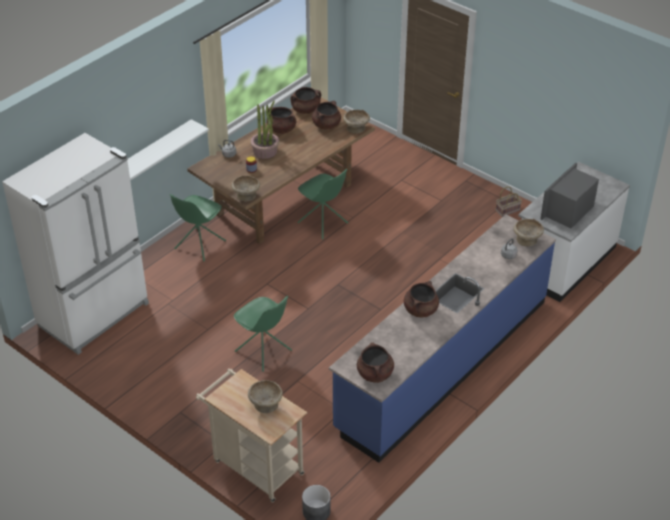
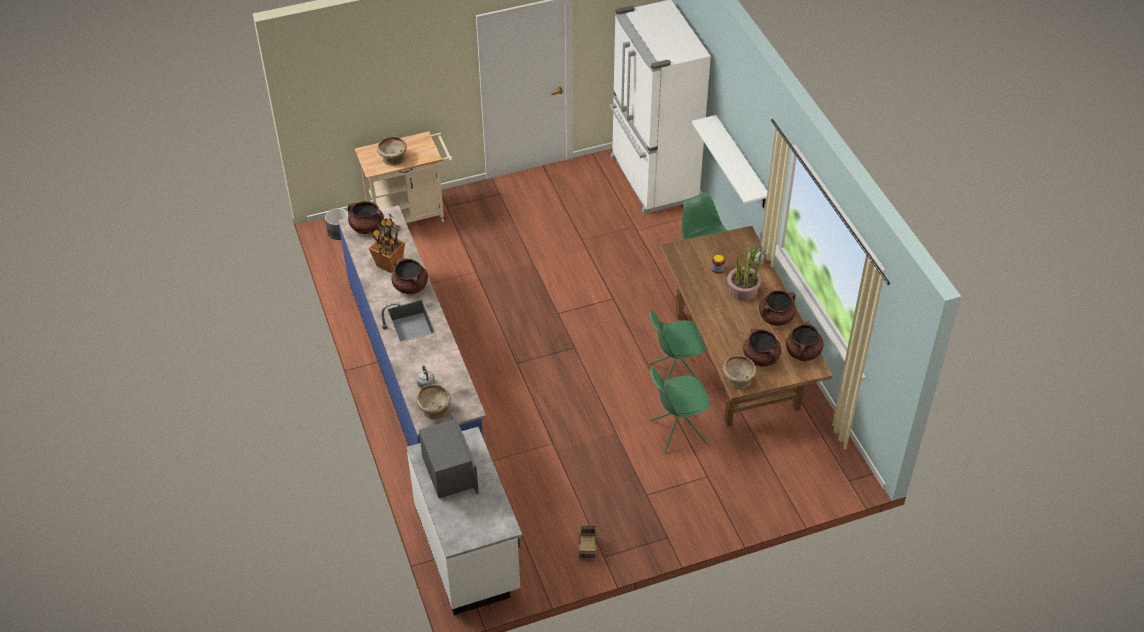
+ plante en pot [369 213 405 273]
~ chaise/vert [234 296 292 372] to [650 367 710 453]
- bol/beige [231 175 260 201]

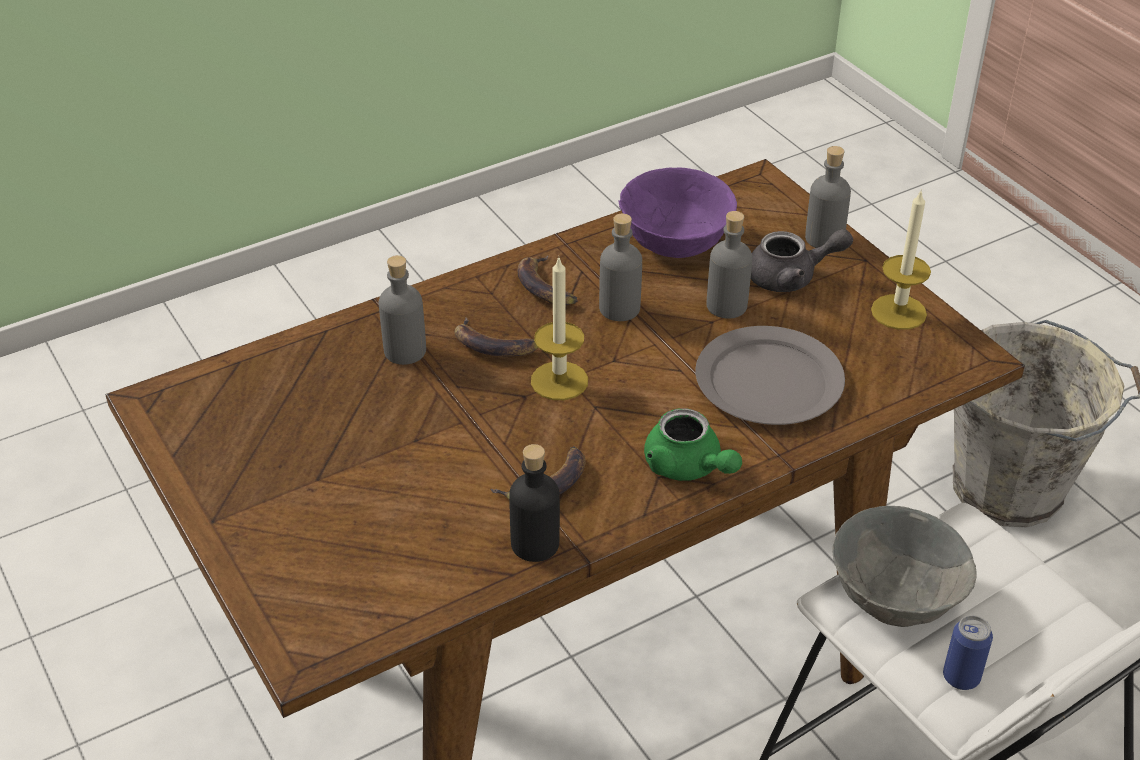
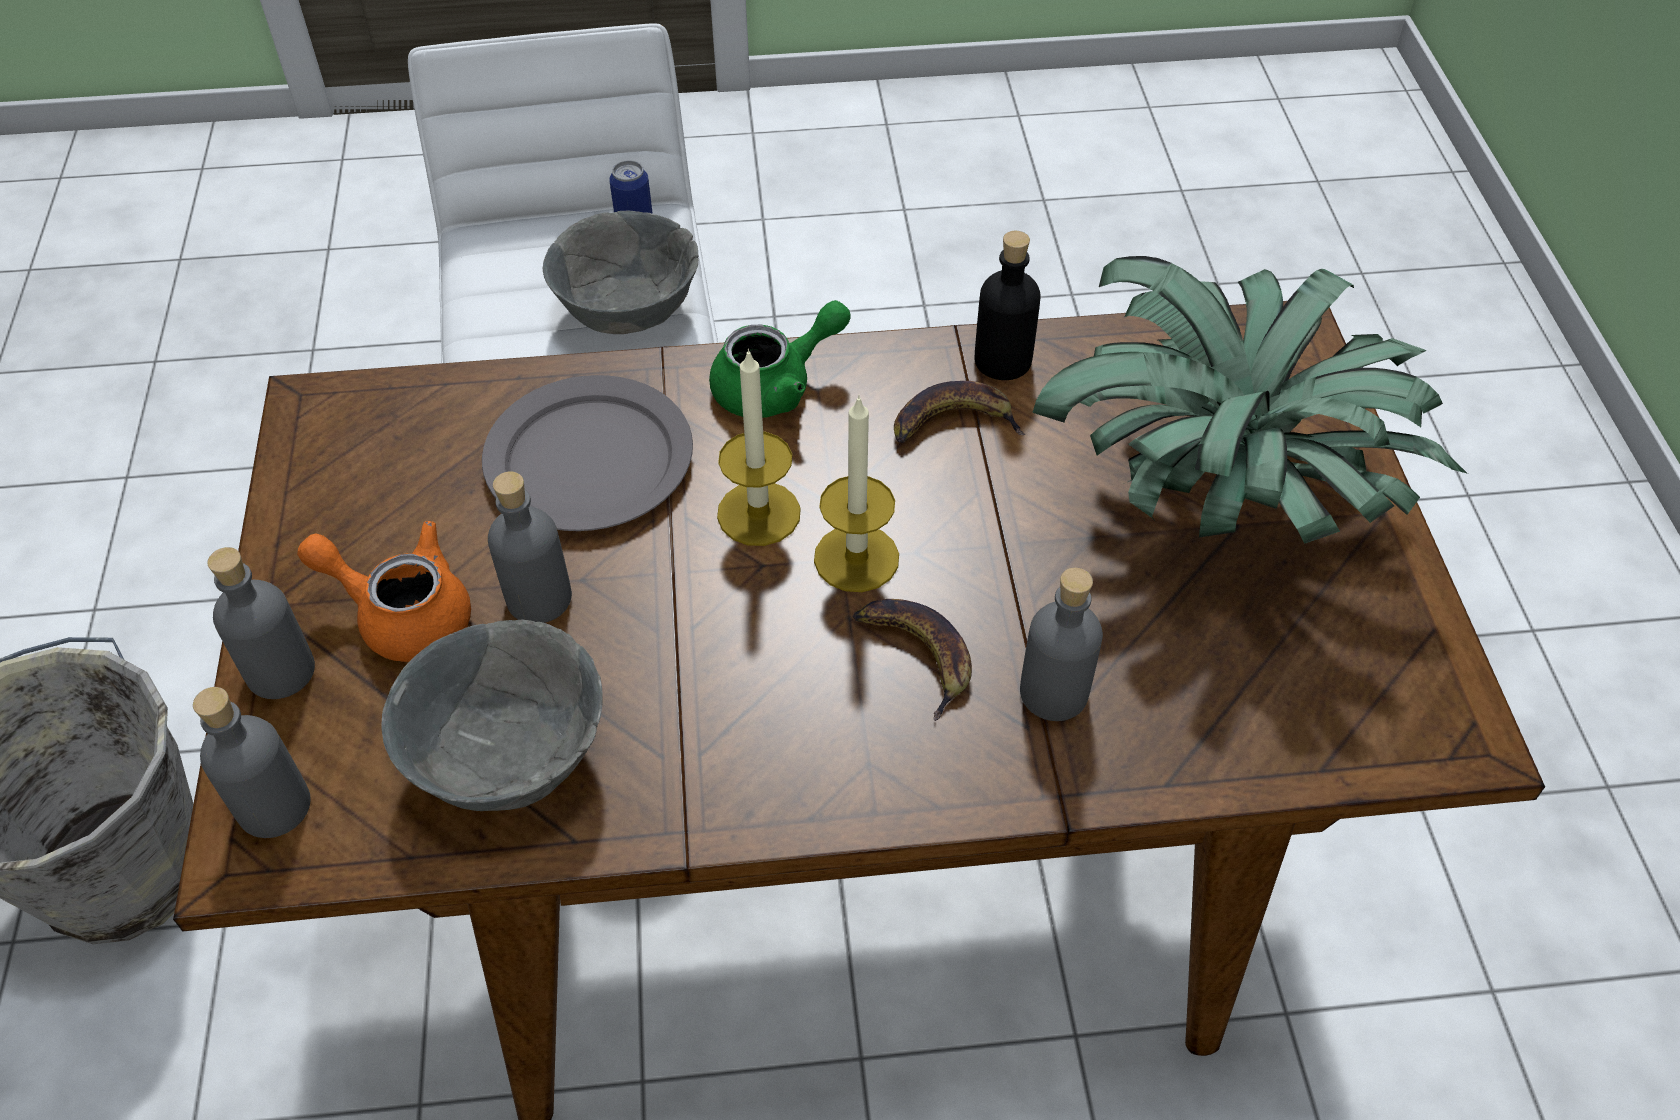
~ bouteille/gris [599 214 642 321] to [193 687 311 838]
~ théière/gris [751 229 853 292] to théière/orange [297 521 471 662]
~ bol/violet [619 168 737 258] to bol/gris [381 619 603 811]
~ théière/vert [644 408 742 481] = [709 300 851 418] 75 degrees clockwise
~ bougie [871 189 931 330] to [717 348 801 546]
+ plante en pot [1032 256 1468 544]
- banane [518 255 578 305]

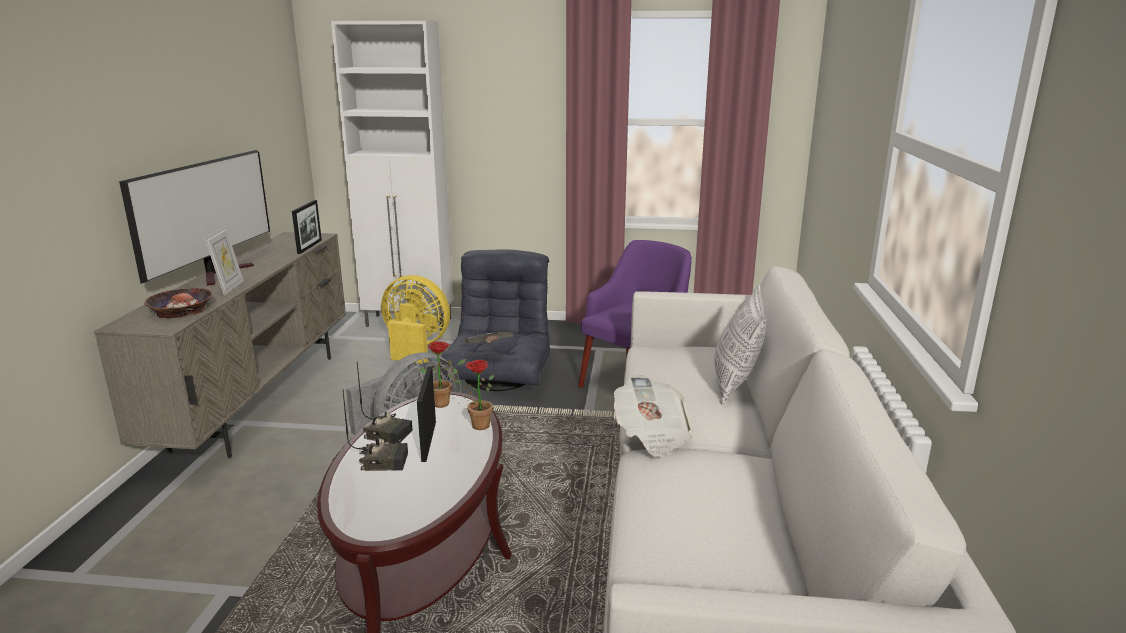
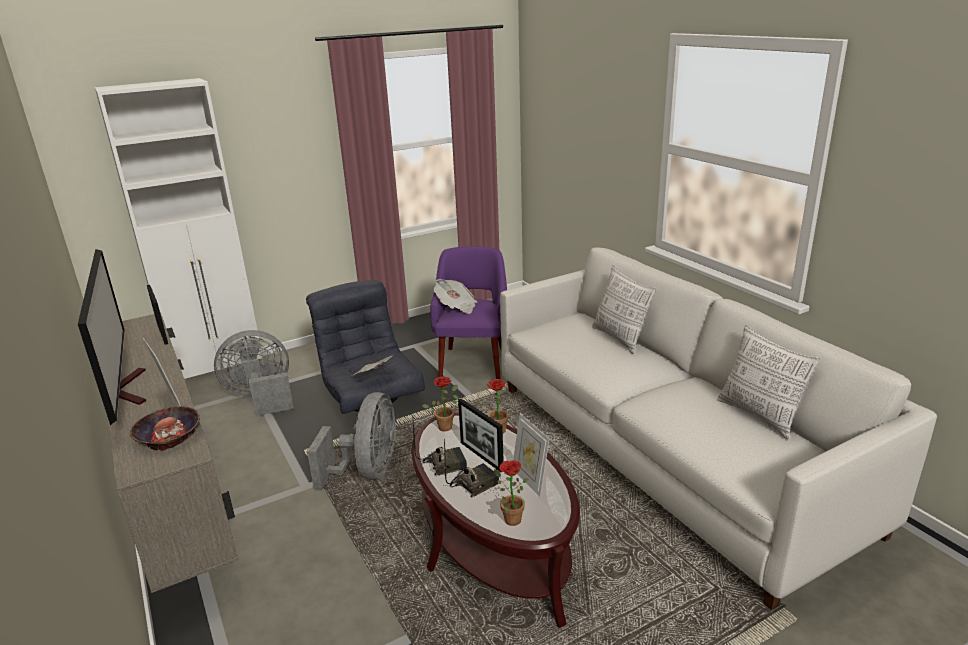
~ ventilateur/jaune [381 275 450 364] to ventilateur/gris [214 330 294 416]
~ journal [614 375 693 457] to [433 279 478 314]
+ plante en pot [494 460 528 526]
+ cadre photo [513 414 549 497]
+ coussin [717 325 820 439]

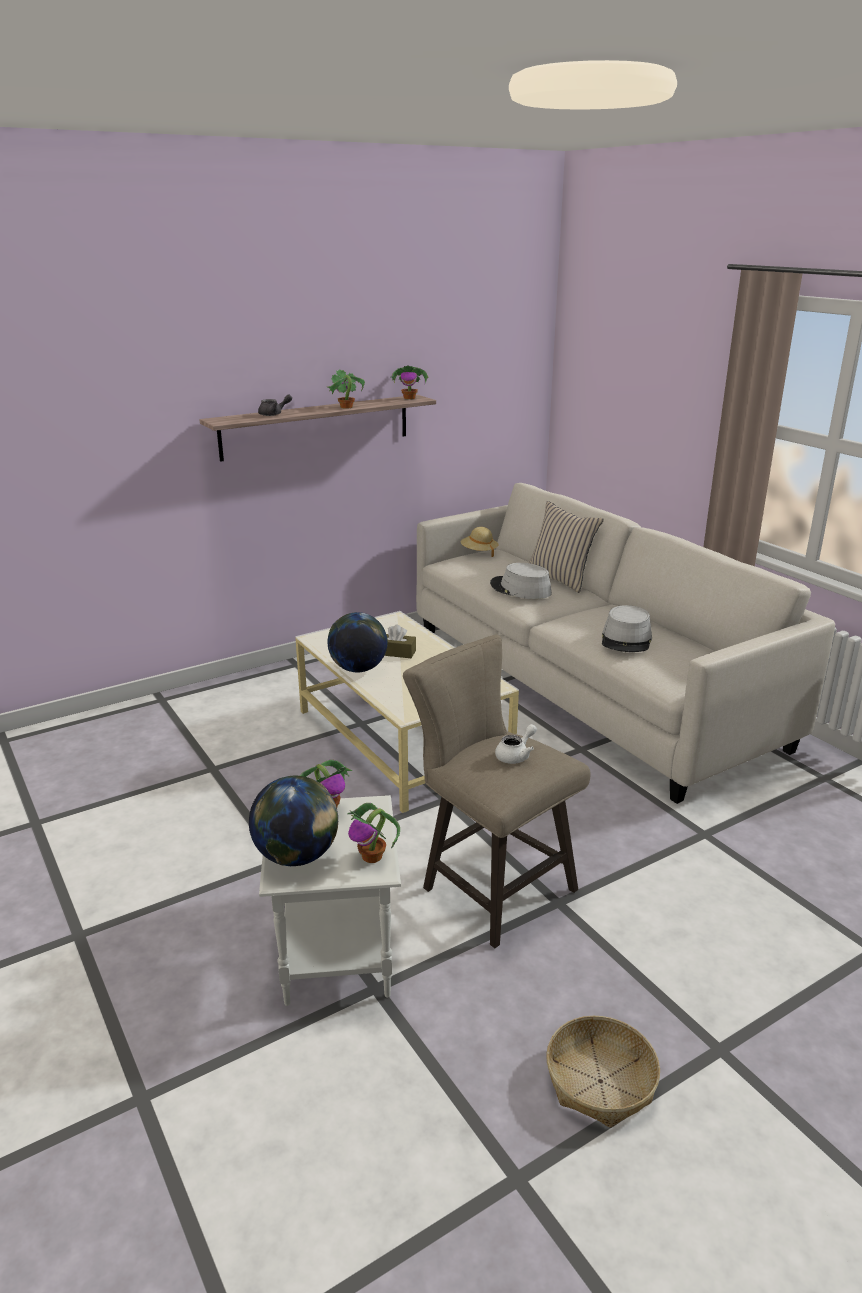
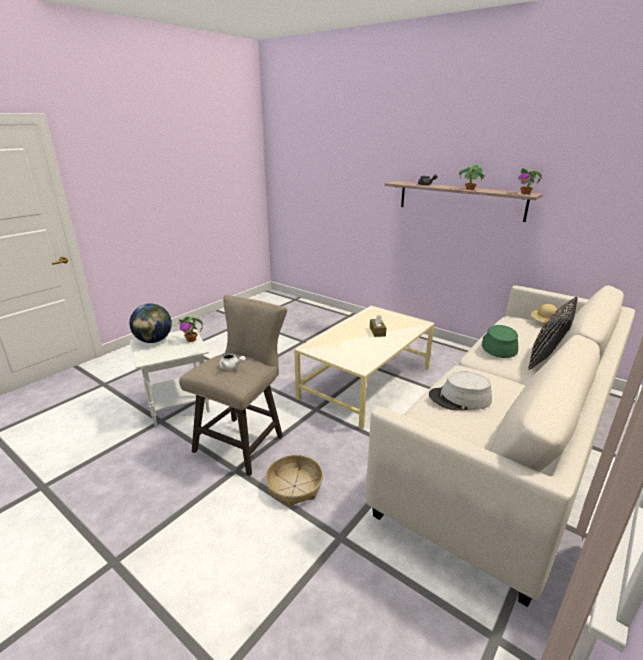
~ panier [546 1016 660 1128] to [265 455 323 507]
~ chapeau/gris [490 563 552 599] to chapeau/vert [482 325 518 358]
~ coussin/beige [528 501 604 593] to coussin/noir [529 297 577 370]
- globe [328 612 388 672]
- plante en pot [347 803 400 863]

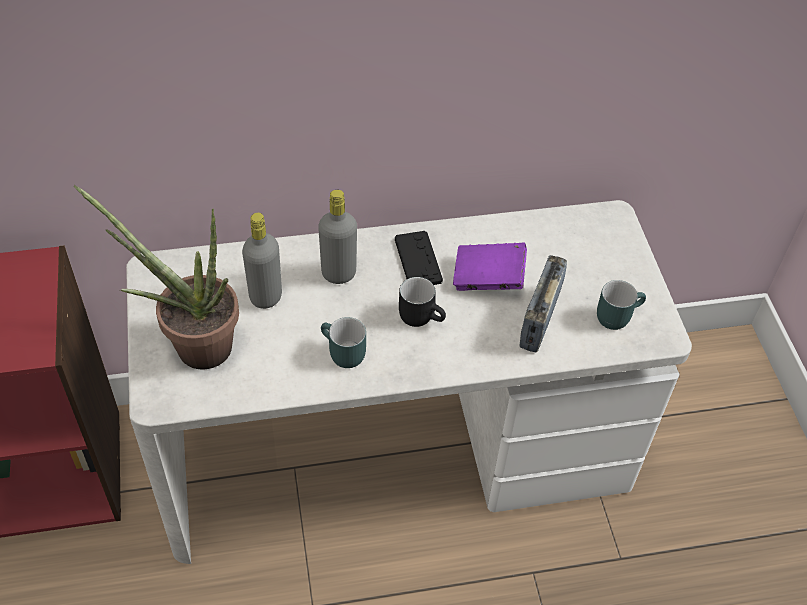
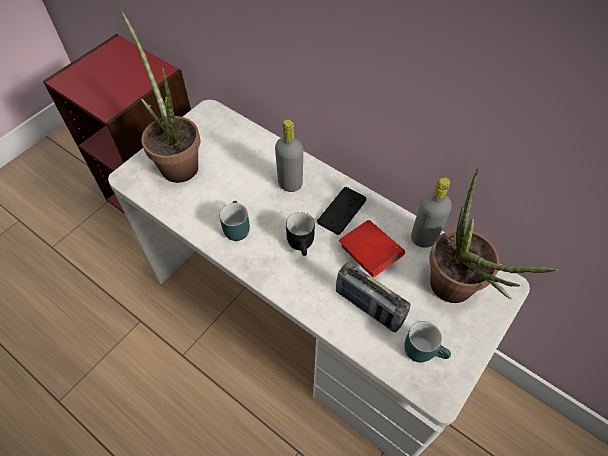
~ radio [520 255 567 352] = [336 262 411 332] 120 degrees counterclockwise
~ livre/violet [453 243 527 291] to livre/rouge [339 220 405 277]
~ bouteille/gris [242 213 282 309] to [411 177 452 248]
+ plante en pot [429 168 558 303]

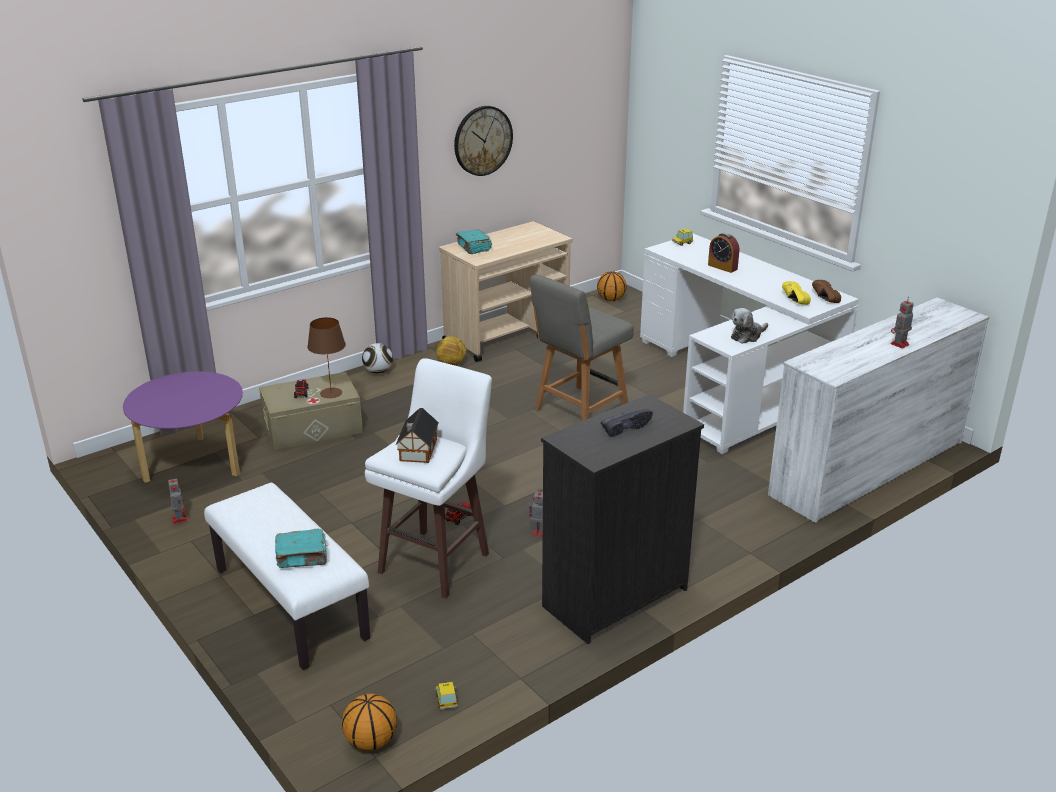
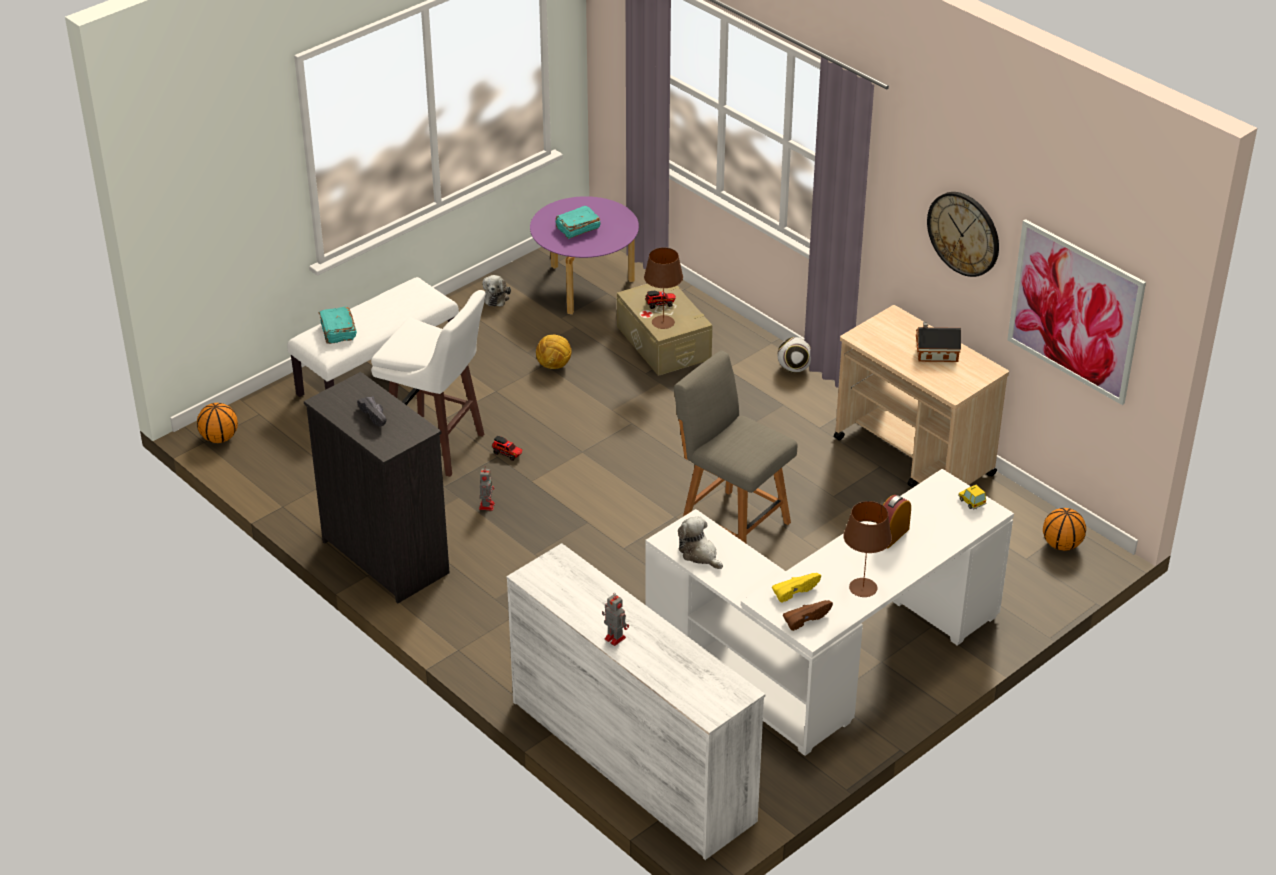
~ robot jouet [168 478 188 524] to peluche [482 275 511 306]
~ ballon de foot [436 336 467 366] to [536 335 572 369]
~ livre/turquoise [456 229 492 254] to [555 206 600 239]
+ lampe de table/marron [843 501 892 597]
~ maison miniature [396 408 439 463] to [916 322 961 362]
+ tableau [1007 219 1146 405]
- petite voiture [435 682 458 710]

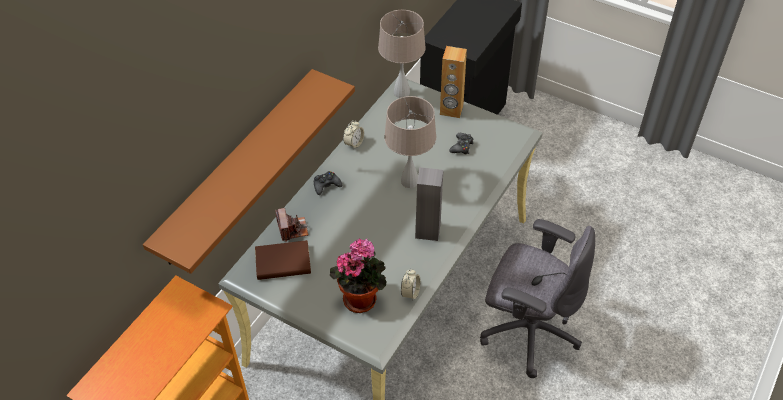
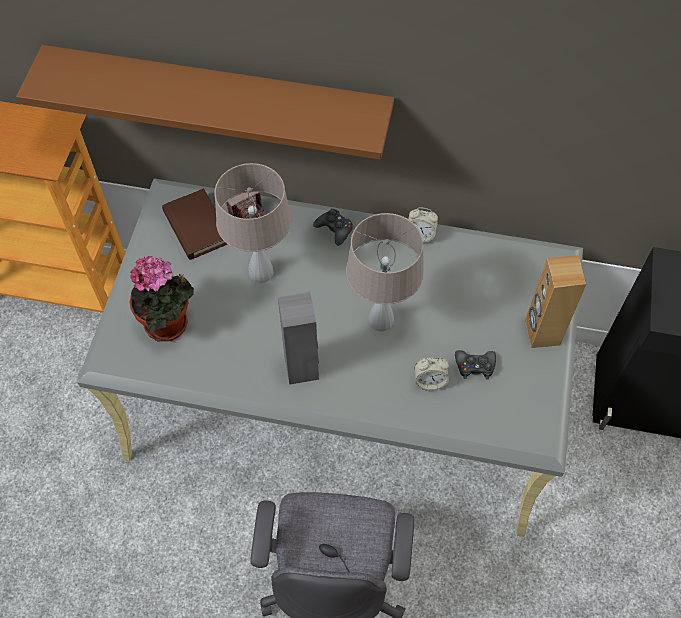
~ lampe de table/beige [378 10 426 98] to [215 163 291 283]
~ réveil [401 269 421 301] to [414 357 449 391]

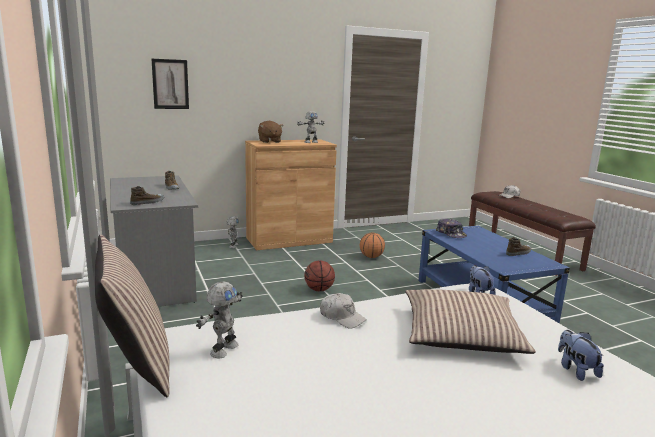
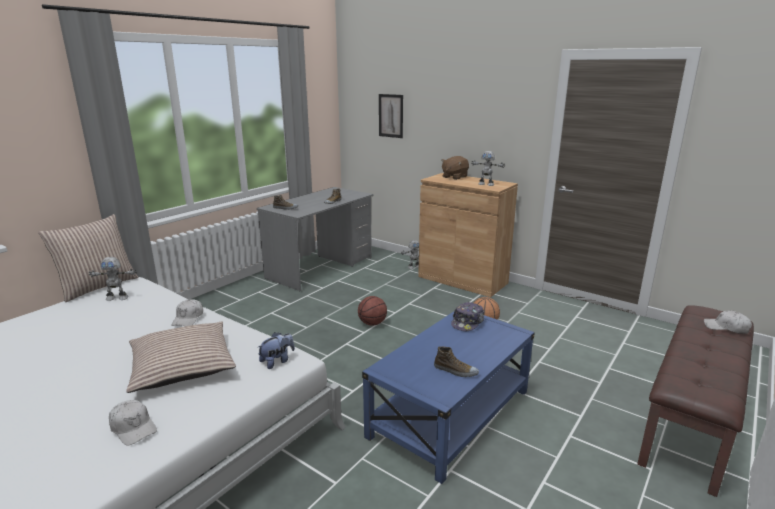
~ peluche [558 330 604 381] to casquette/blanc [109 400 157 445]

